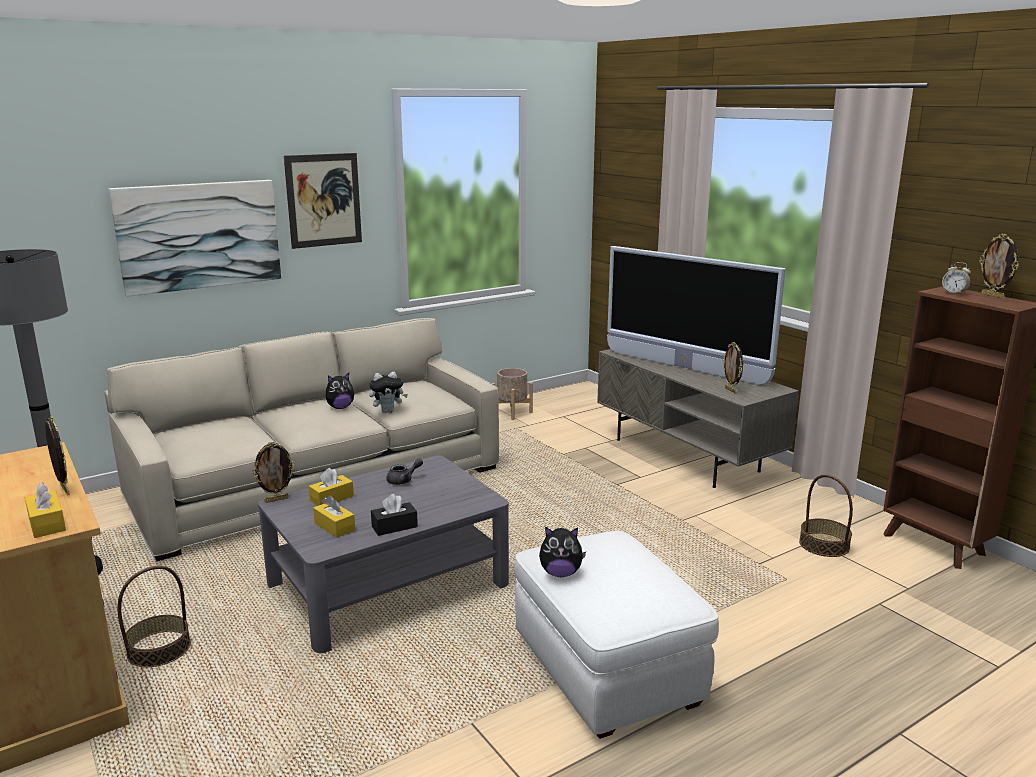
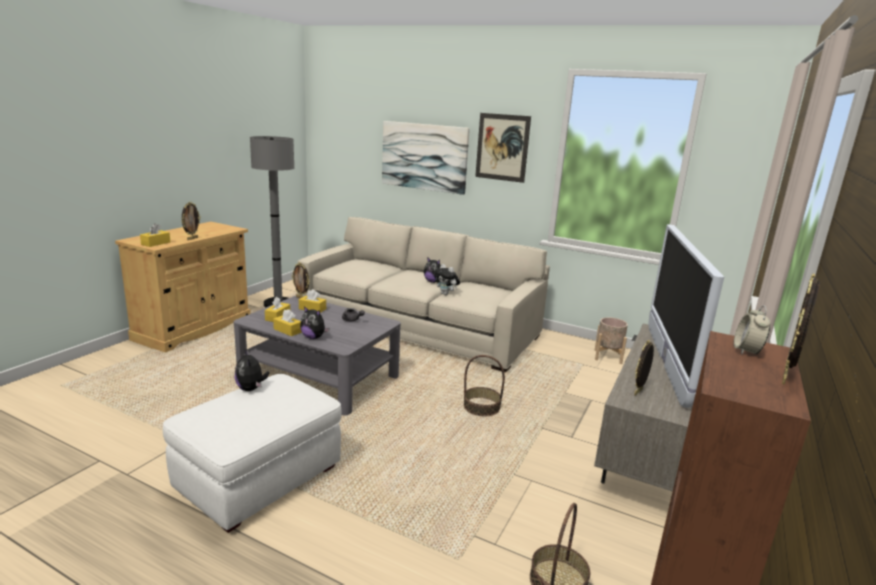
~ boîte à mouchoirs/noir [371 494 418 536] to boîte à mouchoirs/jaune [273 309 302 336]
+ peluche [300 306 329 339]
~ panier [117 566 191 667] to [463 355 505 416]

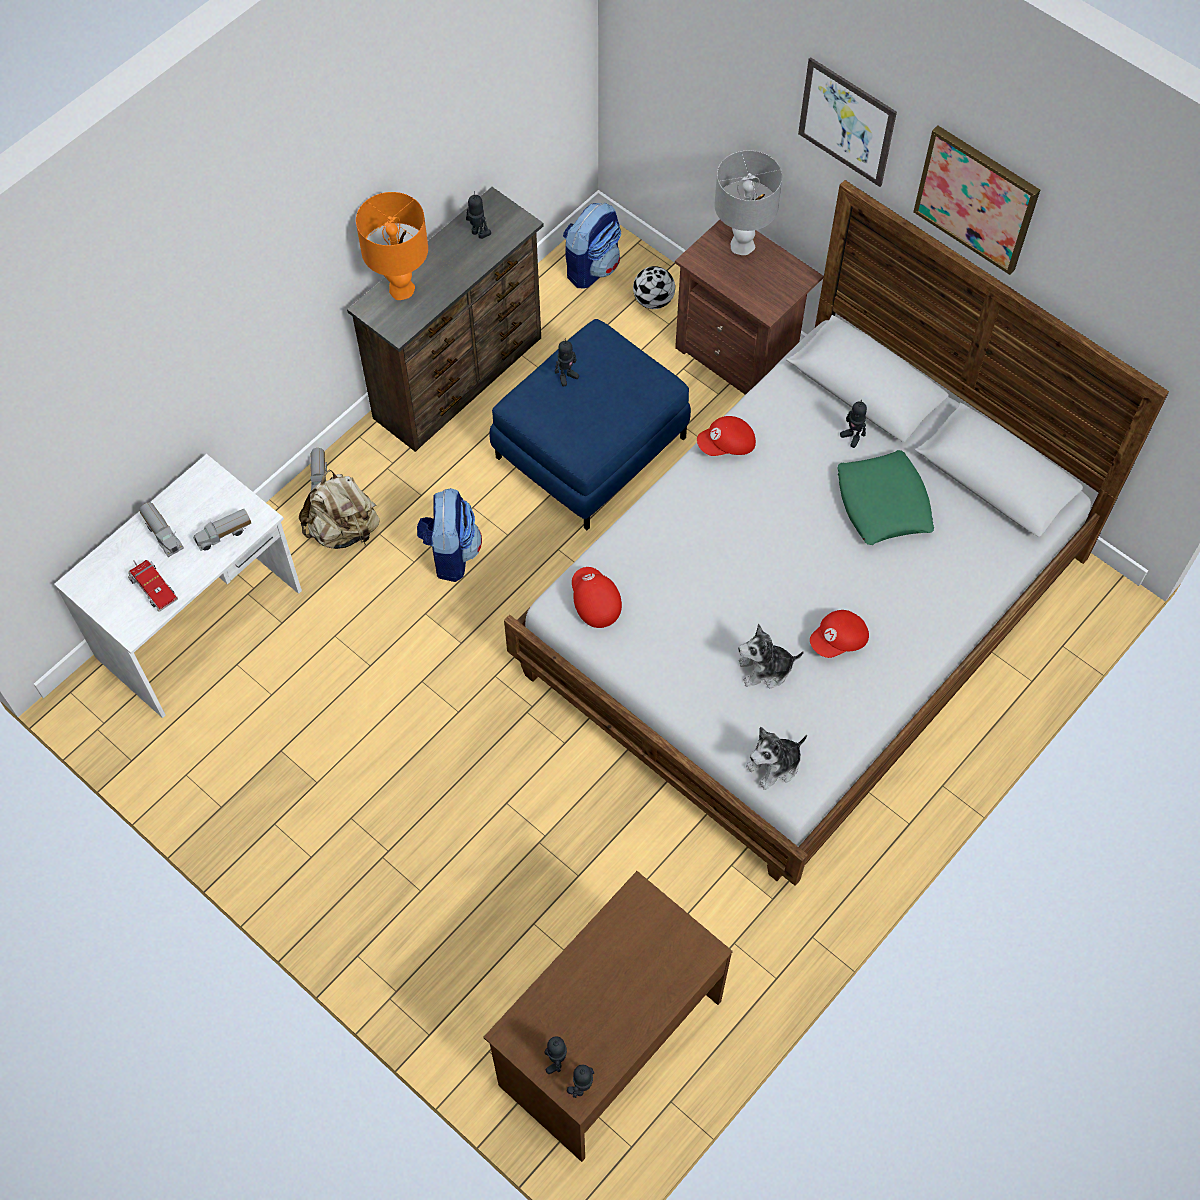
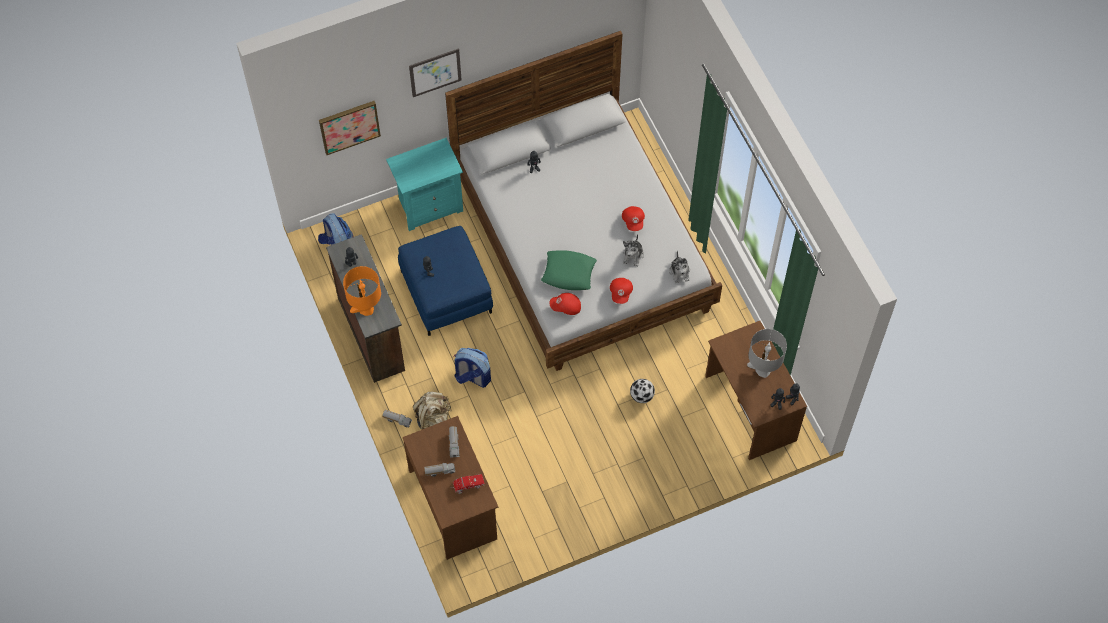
~ tableau [913 125 1040 275] to [319 101 381 155]
~ table de chevet/marron [675 220 824 395] to table de chevet/turquoise [386 138 463 231]
~ bureau/blanc [54 454 302 718] to bureau/marron [403 416 498 560]
~ coussin/vert [837 450 934 545] to [541 250 597 290]
~ casquette/rouge [697 416 756 456] to [610 278 633 304]
~ ballon de foot [633 266 675 309] to [630 379 655 403]
~ lampe de table/gris [715 150 782 255] to [747 329 787 378]

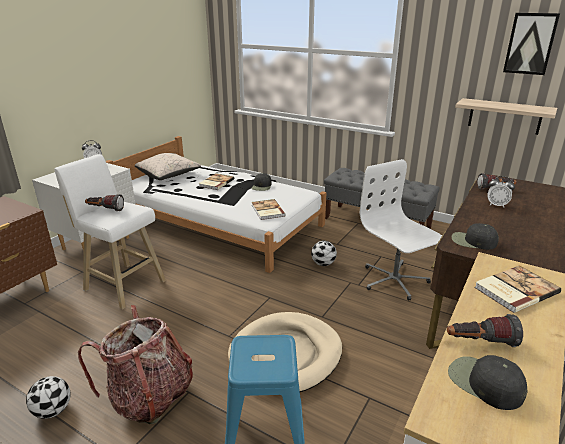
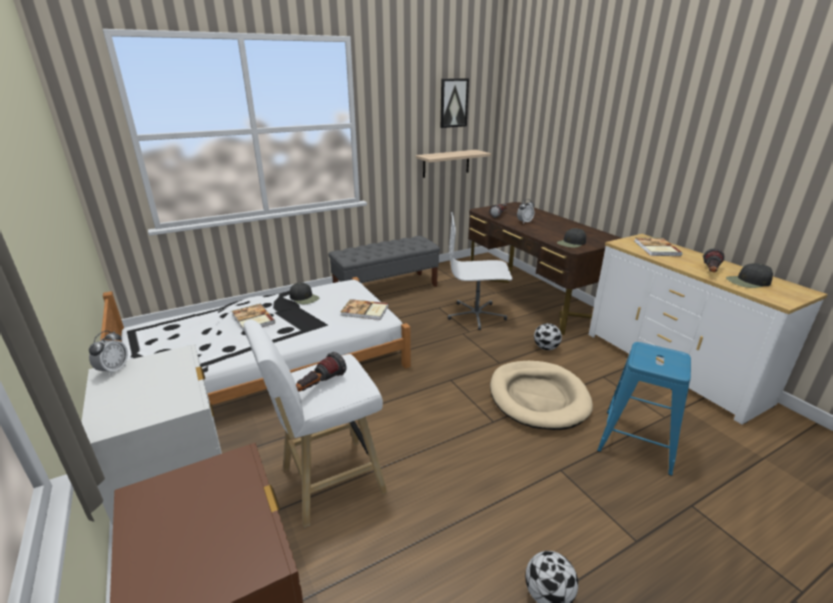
~ ballon de foot [311 241 337 266] to [534 323 562 350]
- sac à dos [78 305 193 424]
- coussin/beige [135 153 201 180]

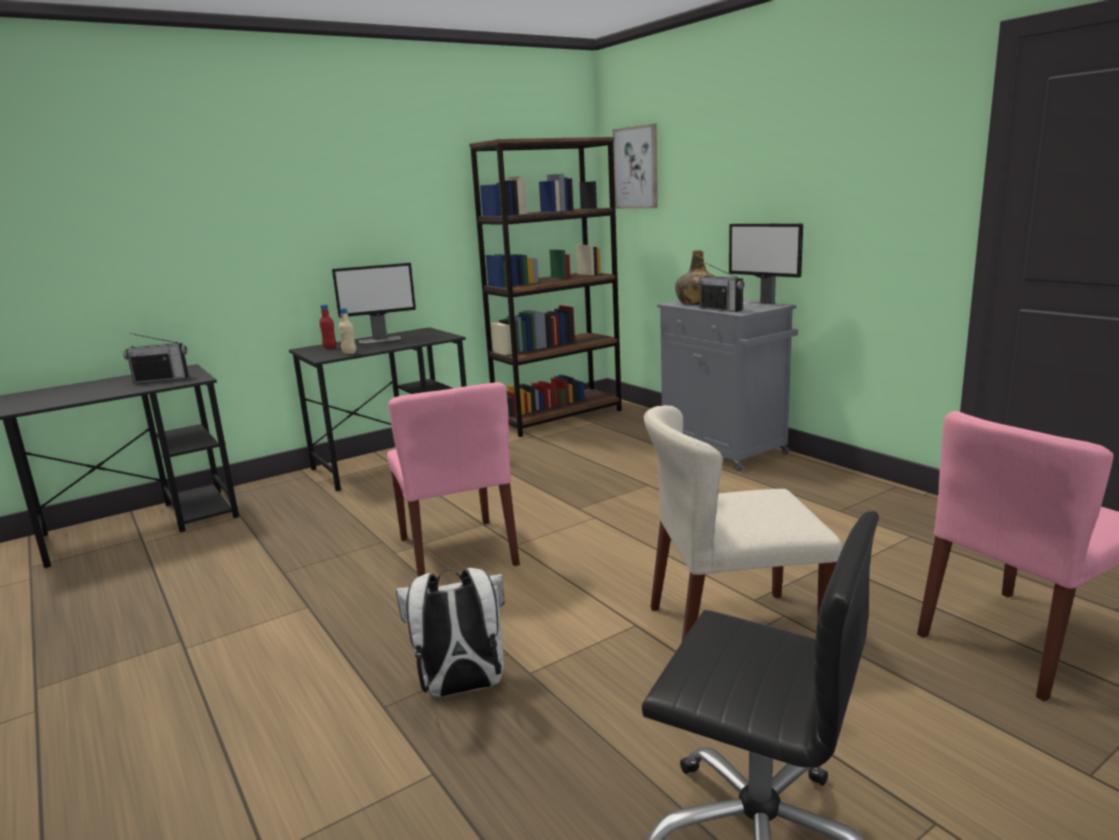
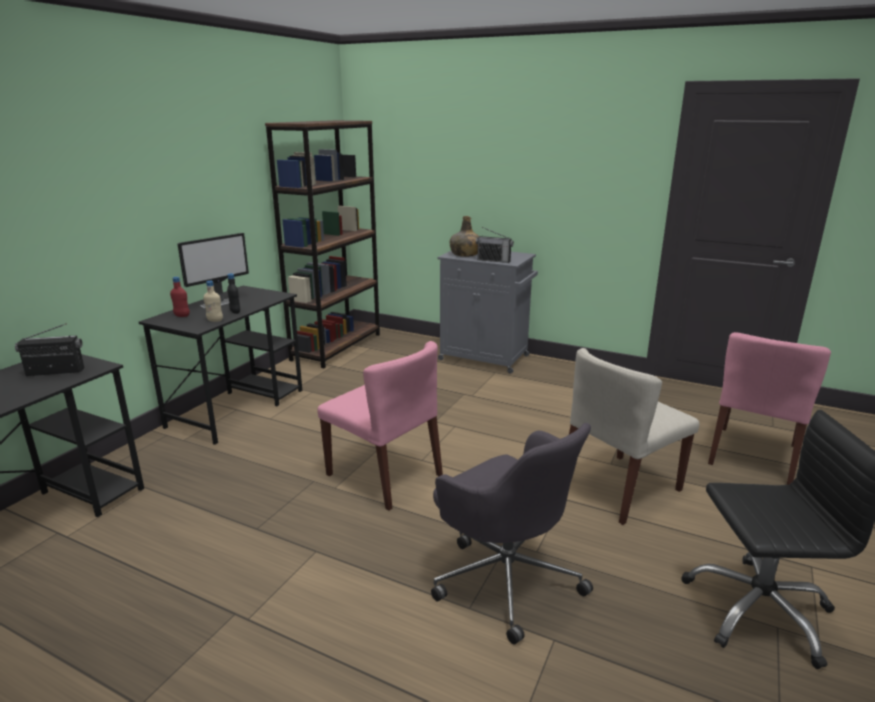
~ radio [123 333 189 384] = [15 323 85 376] 150 degrees counterclockwise
+ bouteille/noir [227 273 240 314]
~ sac à dos/blanc [396 568 504 697] to chaise de bureau/gris [431 423 593 644]
- tableau [613 124 658 209]
- écran d'ordinateur [729 224 803 307]

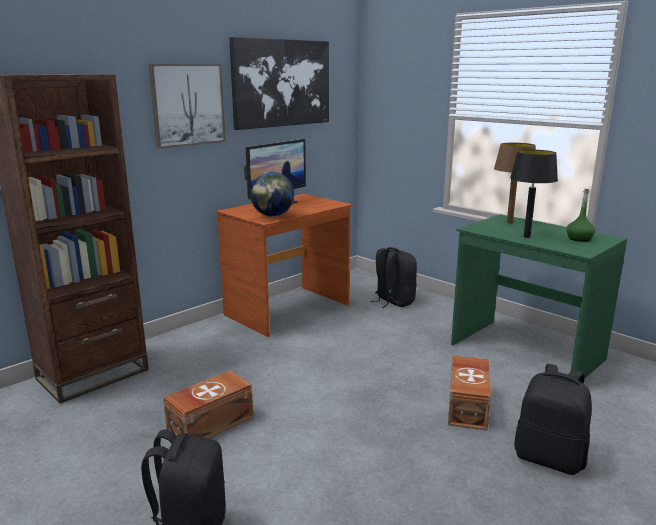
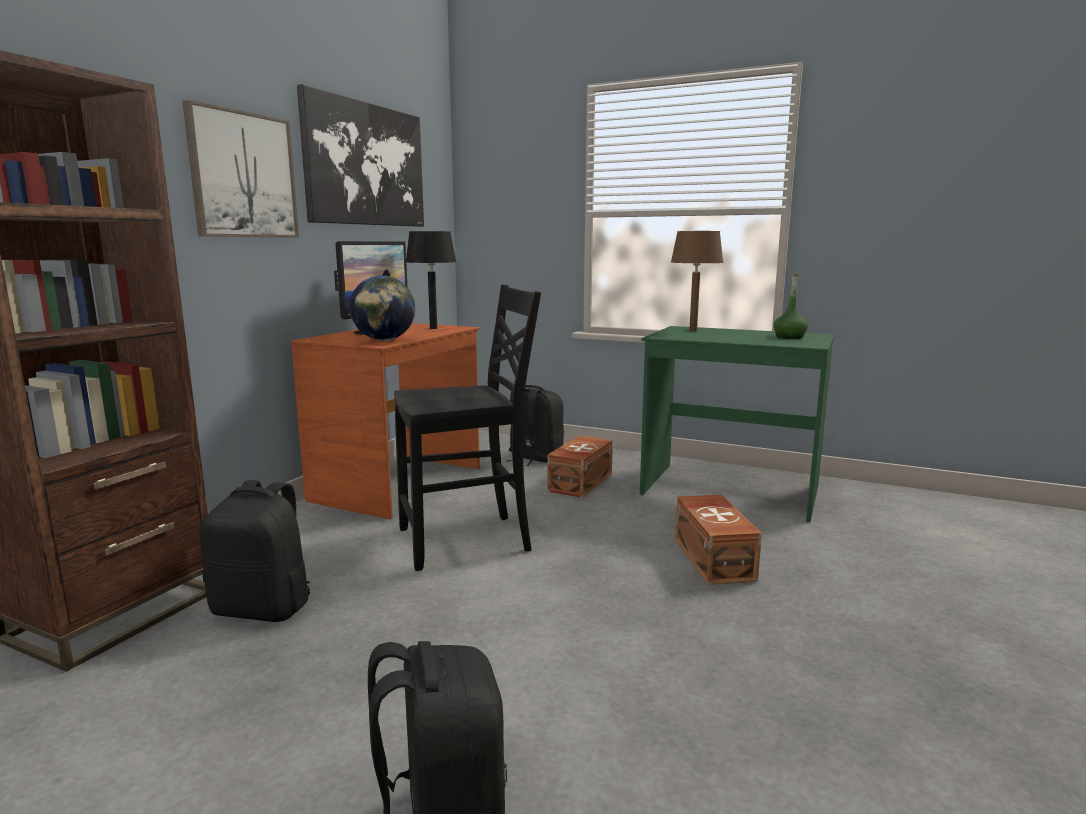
~ sac à dos/noir [515 364 592 475] to [199 480 310 622]
+ chaise/noir [394 285 541 571]
~ lampe de table/noir [510 150 558 238] to [406 231 456 329]
~ boîte de rangement/marron [163 370 253 439] to [547 436 613 498]

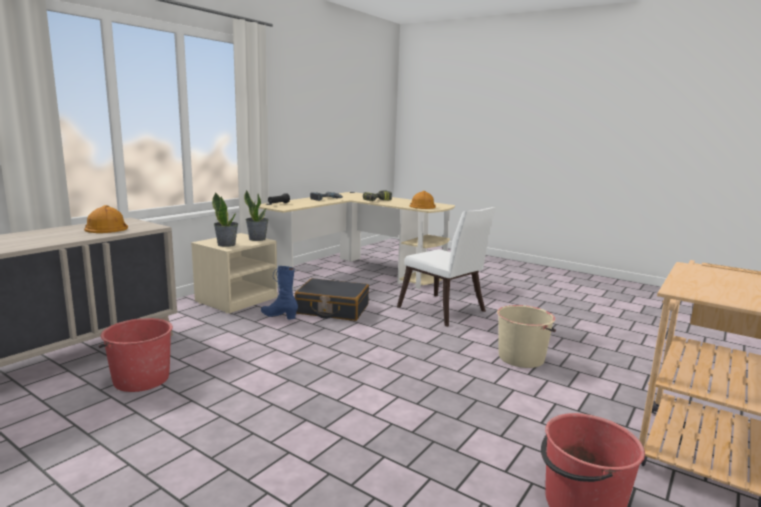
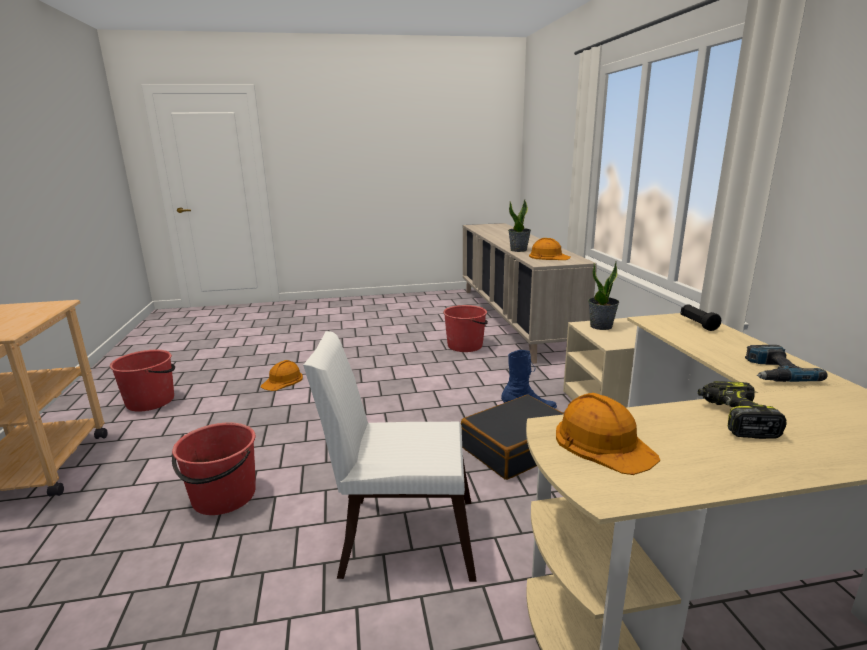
~ seau/beige [497 305 556 368] to seau/rouge [172 422 256 515]
+ casque de chantier/orange [261 360 303 391]
~ plante en pot [244 190 269 241] to [508 199 531 252]

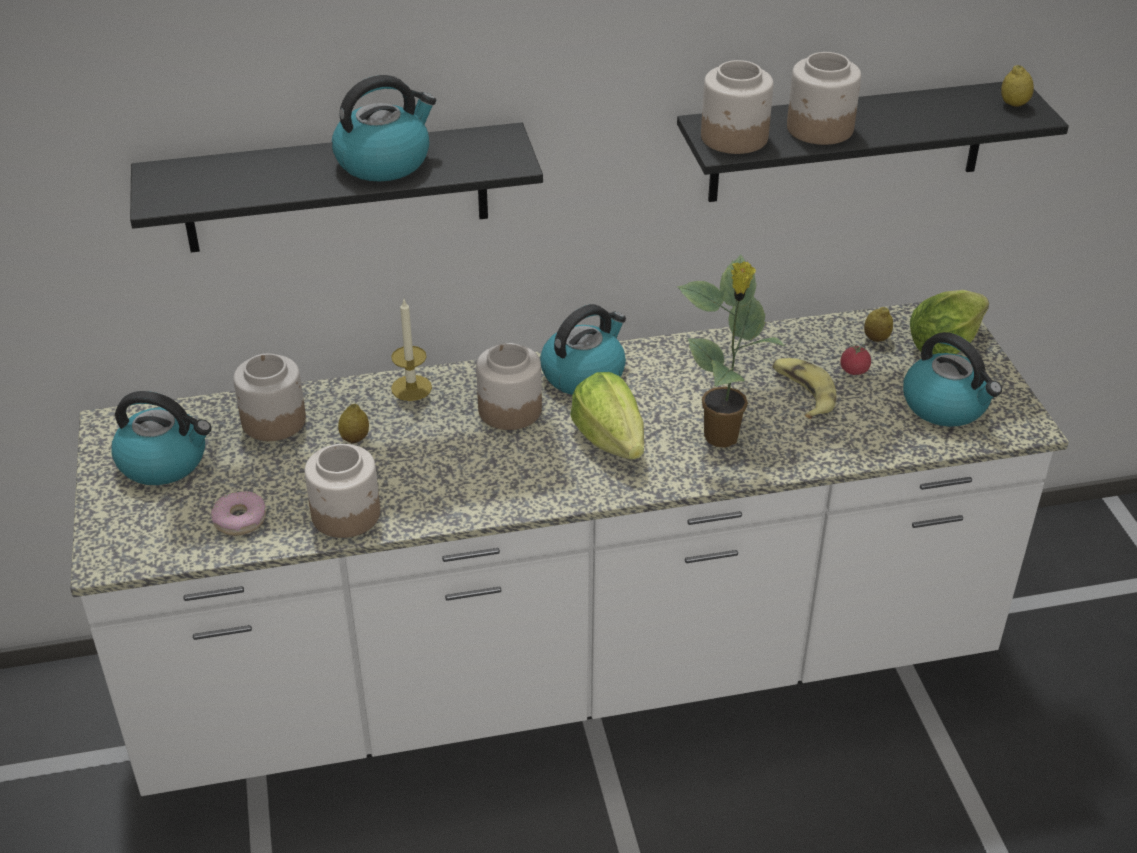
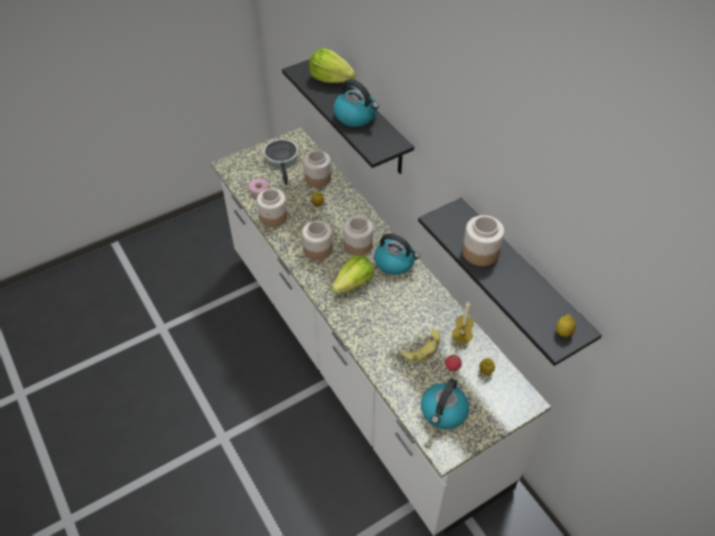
~ bouilloire [111 391 211 485] to poêle [263 139 298 185]
~ bocal [701 60 773 154] to [302 221 333 260]
~ laitue [910 290 989 354] to [309 48 356 83]
~ bougie [391 300 432 401] to [452 301 474 344]
- plante en pot [677 254 785 448]

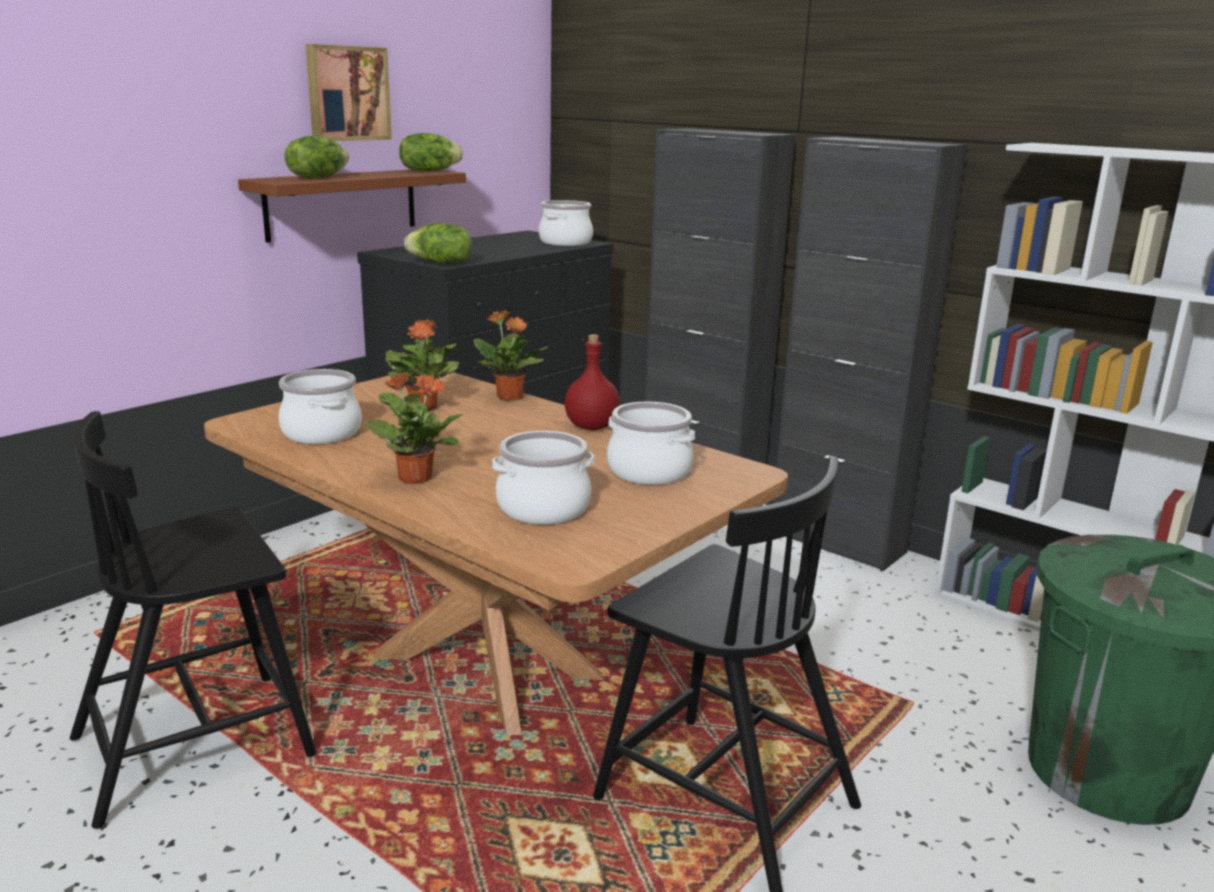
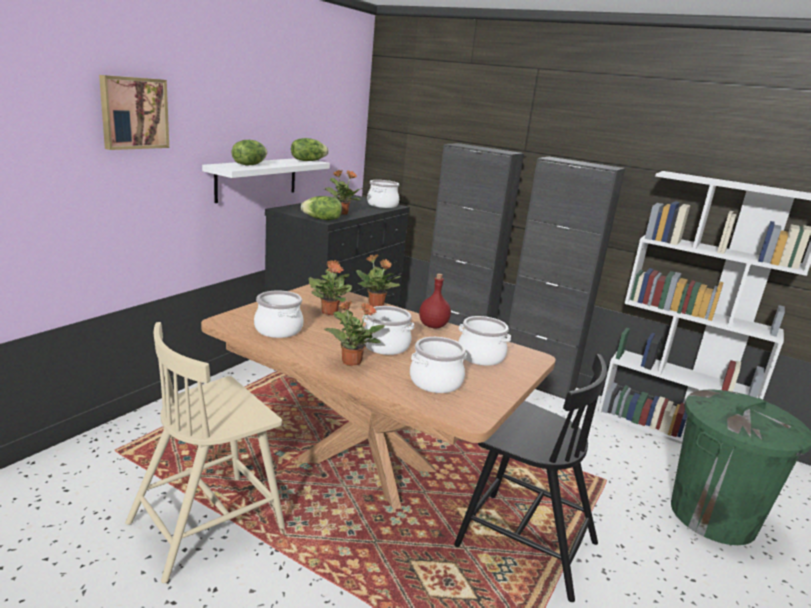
~ tableau [306 44 392 141] to [99 75 169 150]
~ chaise/noir [70 411 316 829] to chaise/beige [125 322 285 583]
~ étagère/marron [238 169 466 243] to étagère/blanc [202 158 330 203]
+ plante en pot [324 170 362 215]
+ marmite [362 306 414 355]

